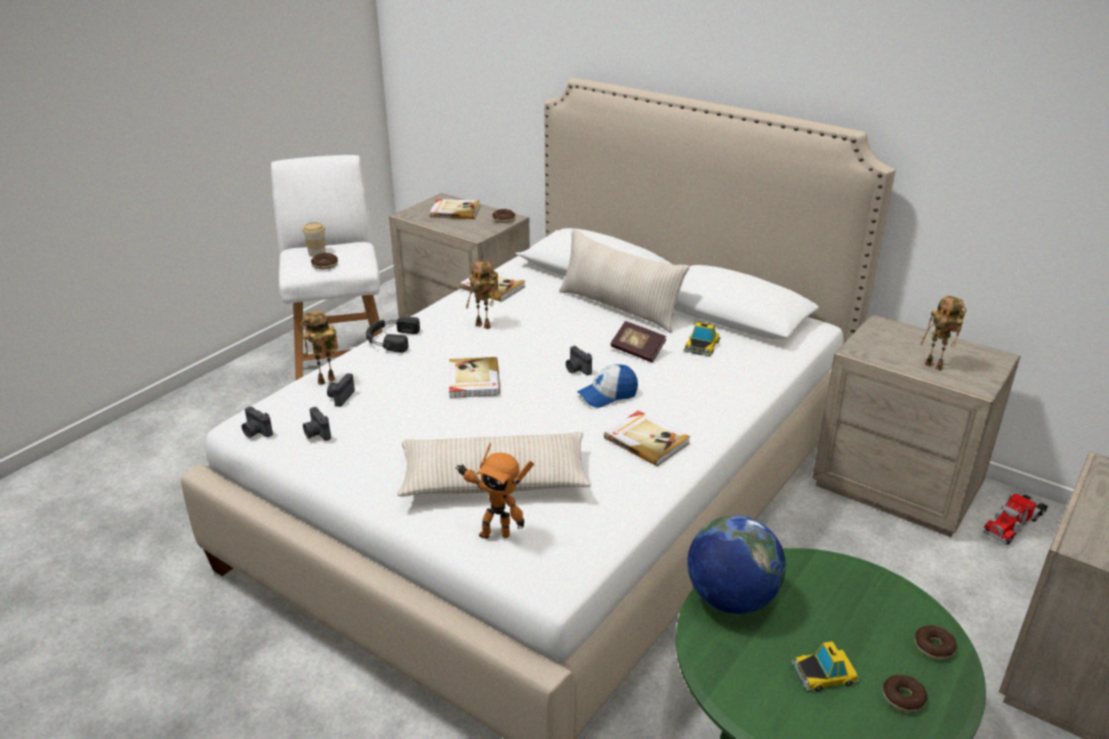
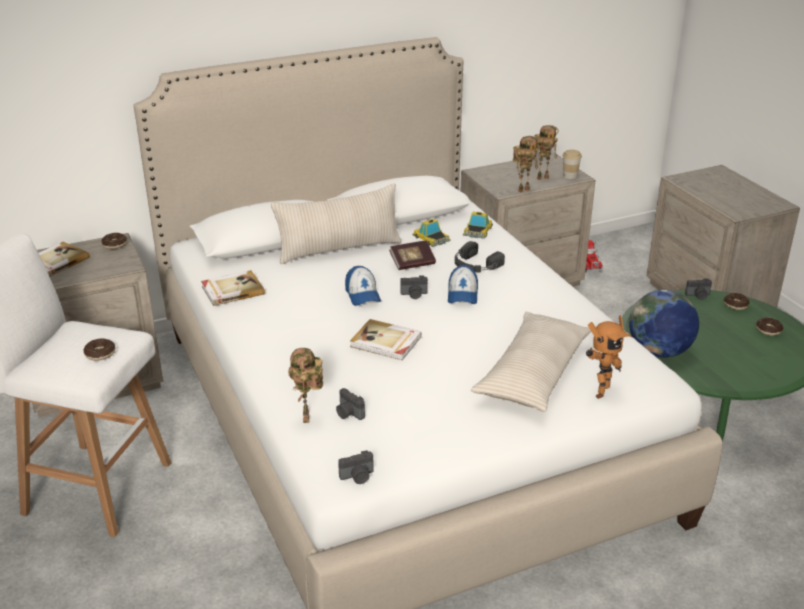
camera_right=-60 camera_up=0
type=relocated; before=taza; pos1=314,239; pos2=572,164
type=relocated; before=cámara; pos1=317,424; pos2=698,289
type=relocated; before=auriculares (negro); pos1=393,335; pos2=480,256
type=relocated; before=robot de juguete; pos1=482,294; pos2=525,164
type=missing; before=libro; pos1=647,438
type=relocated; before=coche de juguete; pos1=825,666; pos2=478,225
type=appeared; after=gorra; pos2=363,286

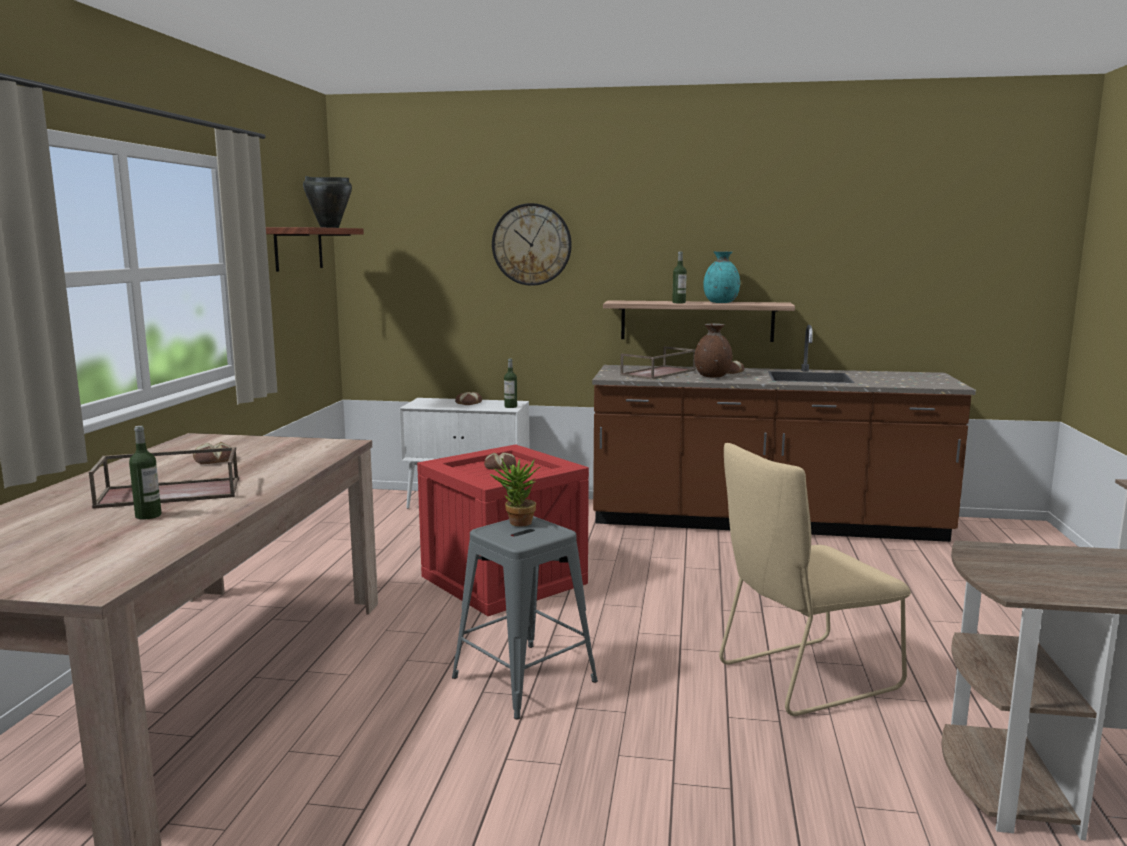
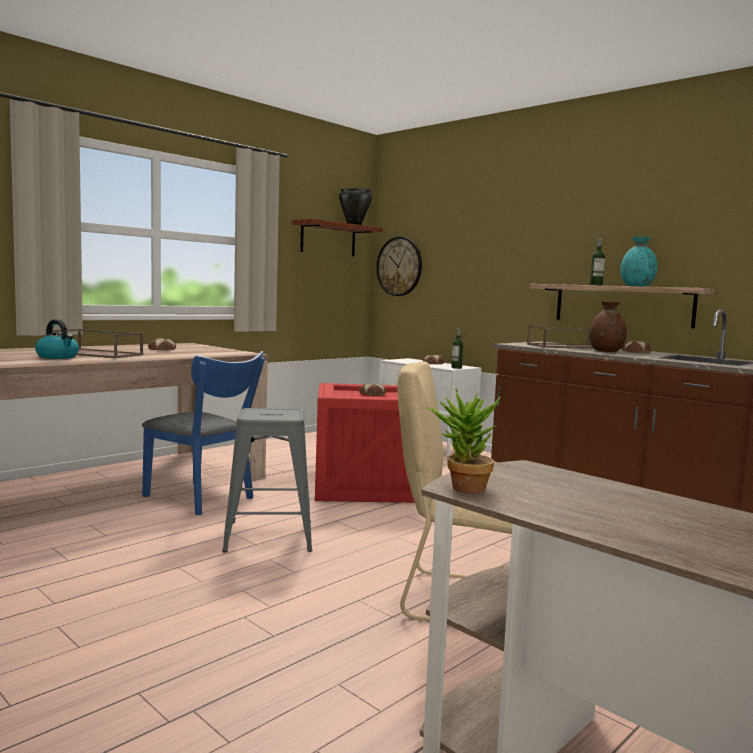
camera_right=35 camera_up=-5
type=exchanged; before=botella; after=hervidor; pos1=145,473; pos2=57,339
type=relocated; before=planta en maceta; pos1=515,492; pos2=464,441
type=relocated; before=reloj de pared; pos1=532,244; pos2=399,266
type=appeared; after=silla (azul); pos2=203,433

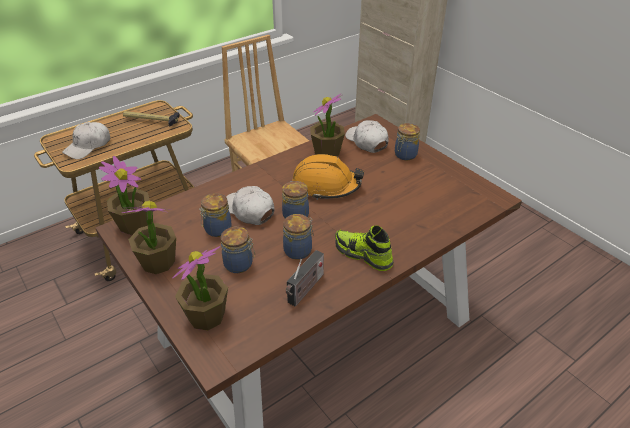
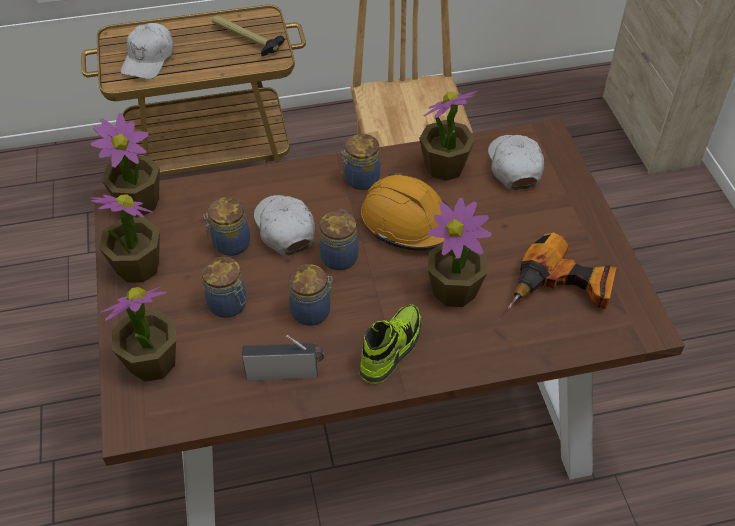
camera_right=25 camera_up=10
type=spun; before=gorra (blanco); pos1=86,140; pos2=147,51; turn=-45
type=spun; before=radio; pos1=305,278; pos2=283,357; turn=-150
type=spun; before=zapato; pos1=364,248; pos2=391,344; turn=60
type=relocated; before=tarro; pos1=407,141; pos2=360,162
type=appeared; after=planta en maceta; pos2=459,252
type=appeared; after=taladro; pos2=562,270

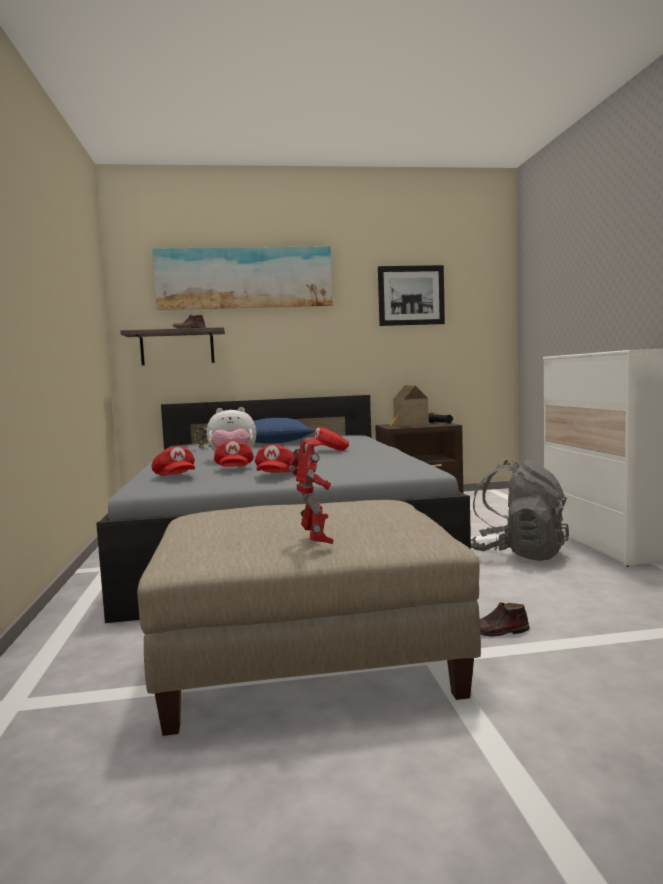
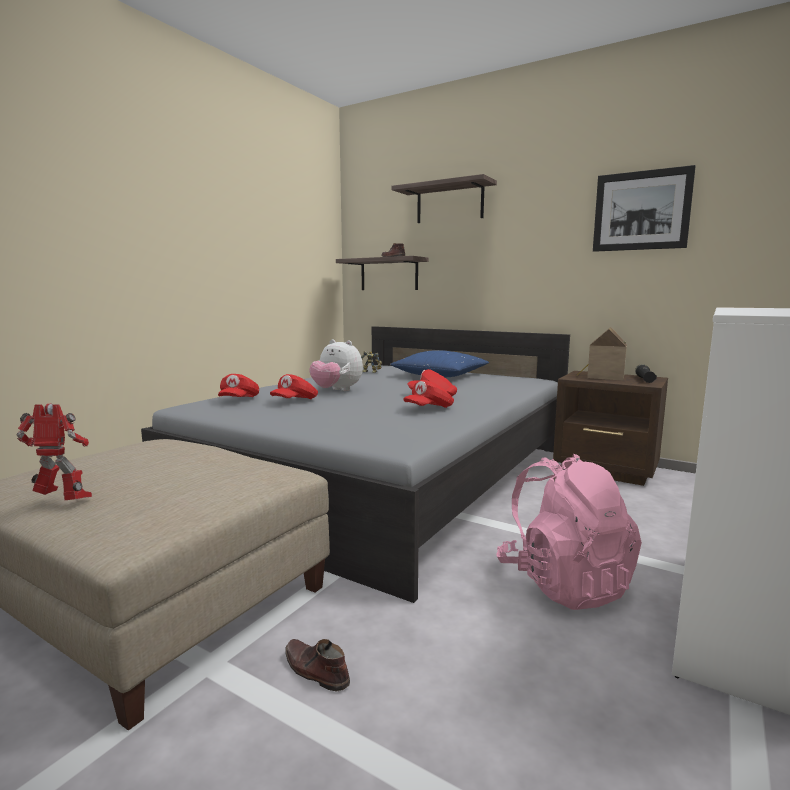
camera_right=40 camera_up=5
type=exchanged; before=cuadro; after=estante; pos1=242,278; pos2=444,198
type=relocated; before=gorra (rojo); pos1=276,459; pos2=428,394
type=spun; before=robot de juguete; pos1=311,493; pos2=54,452; turn=-105
type=colour; before=mochila (gris); after=mochila (rosa); pos1=520,510; pos2=569,532

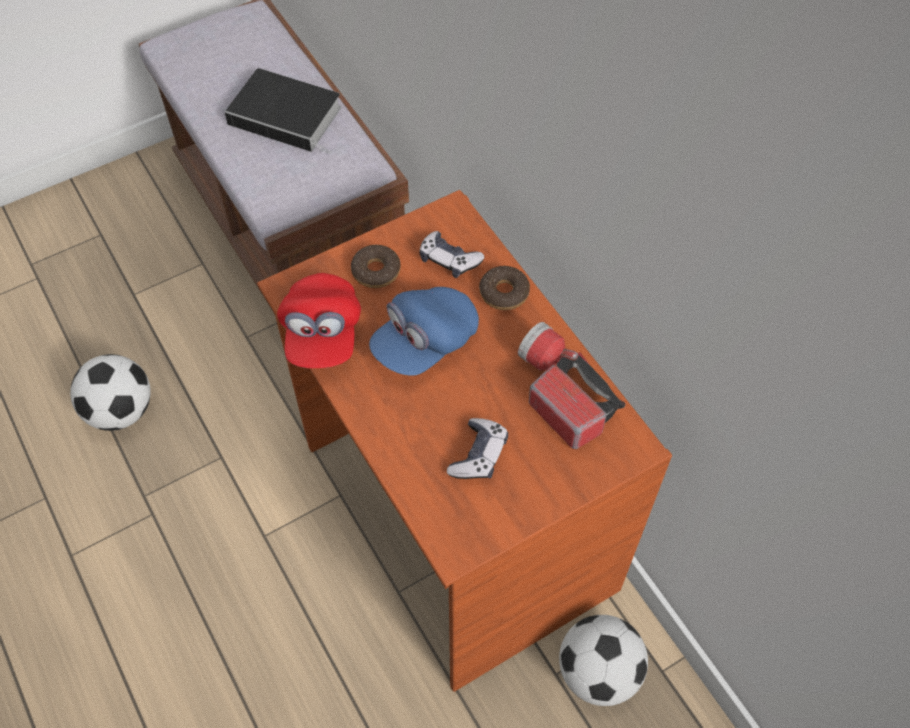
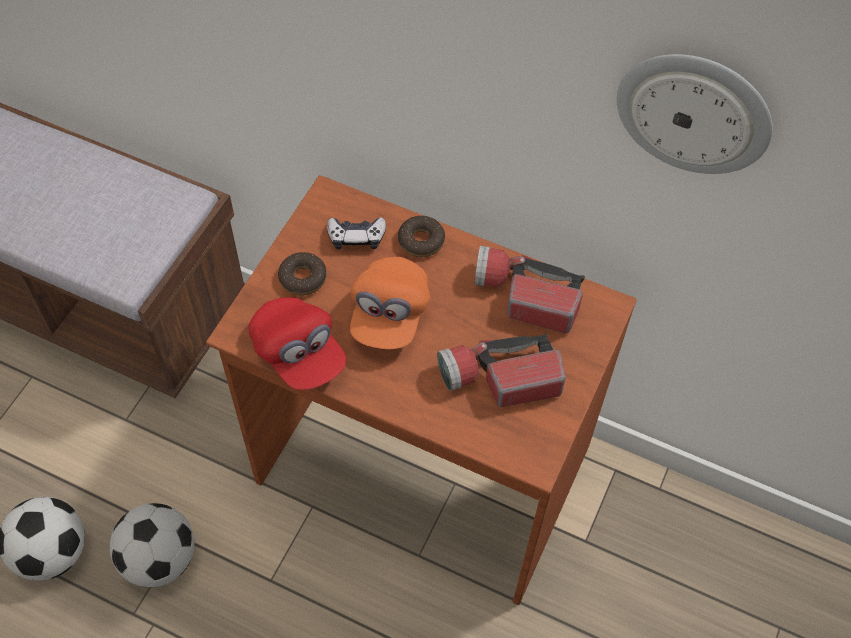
camera_right=-35 camera_up=0
type=missing; before=libro; pos1=283,111
type=colour; before=gorra (azul); after=gorra (naranja); pos1=424,331; pos2=390,303
type=exchanged; before=mando de consola; after=linterna; pos1=477,448; pos2=501,370
type=relocated; before=balón de fútbol; pos1=603,660; pos2=152,545
type=appeared; after=reloj de pared; pos2=695,114

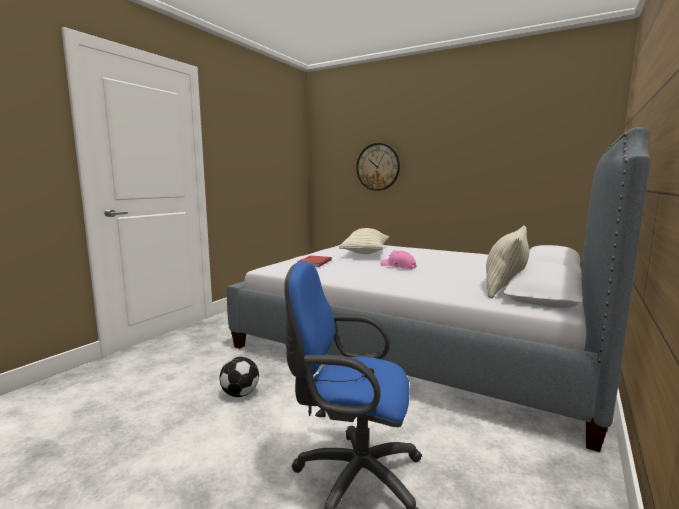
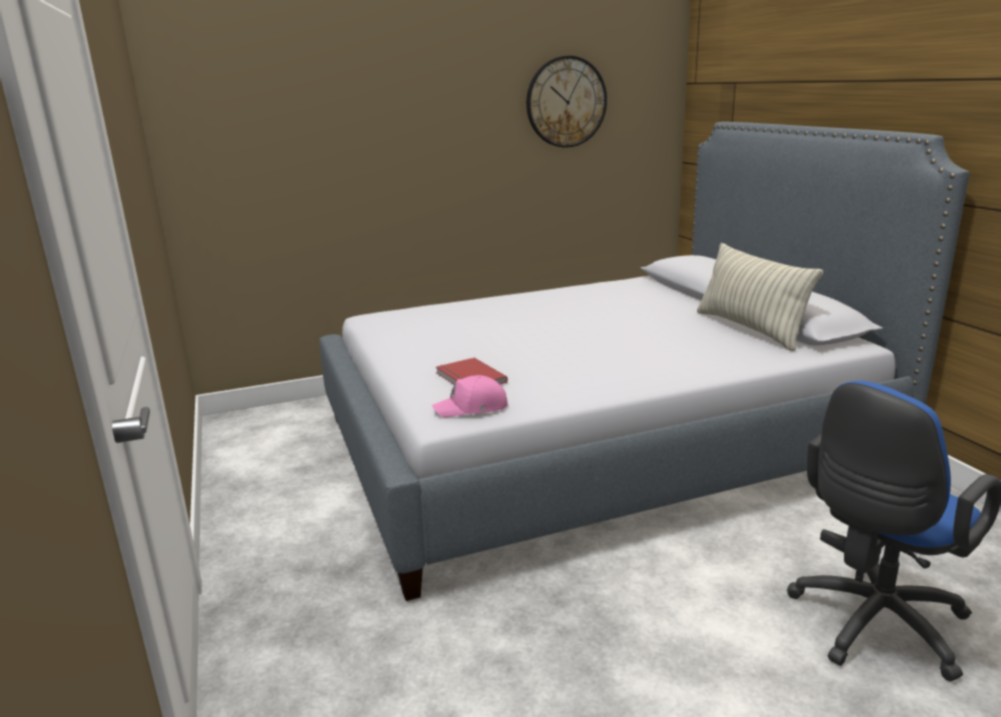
camera_right=-50 camera_up=10
type=missing; before=balón de fútbol; pos1=239,377
type=missing; before=cojín; pos1=364,241
type=relocated; before=reloj de pared; pos1=378,167; pos2=566,102
type=relocated; before=gorra (rosa); pos1=398,260; pos2=470,396

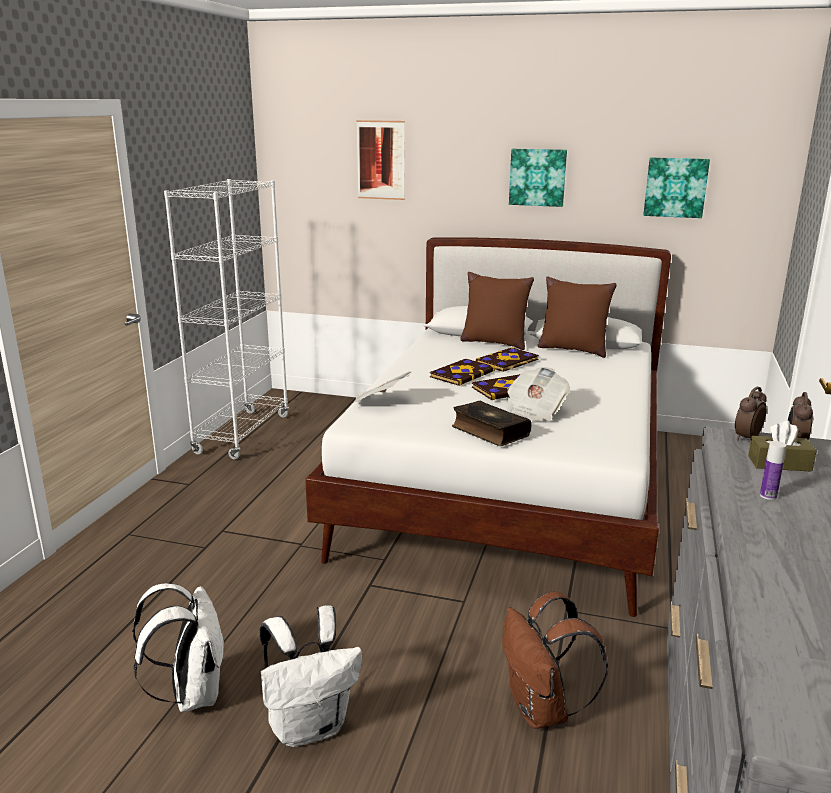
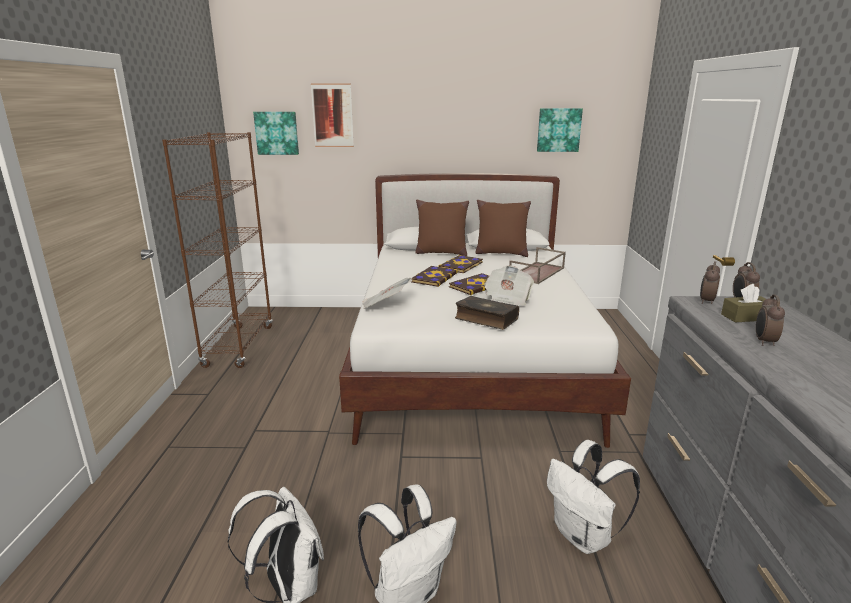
camera_right=-15 camera_up=0
type=colour; before=estantería (blanco); after=estantería (marrón); pos1=226,319; pos2=217,250
type=colour; before=mochila (marrón); after=mochila (blanco); pos1=555,660; pos2=593,497
type=relocated; before=cuadro; pos1=538,178; pos2=276,133
type=exchanged; before=botella; after=despertador; pos1=773,470; pos2=770,320
type=appeared; after=bandeja (marrón); pos2=537,265

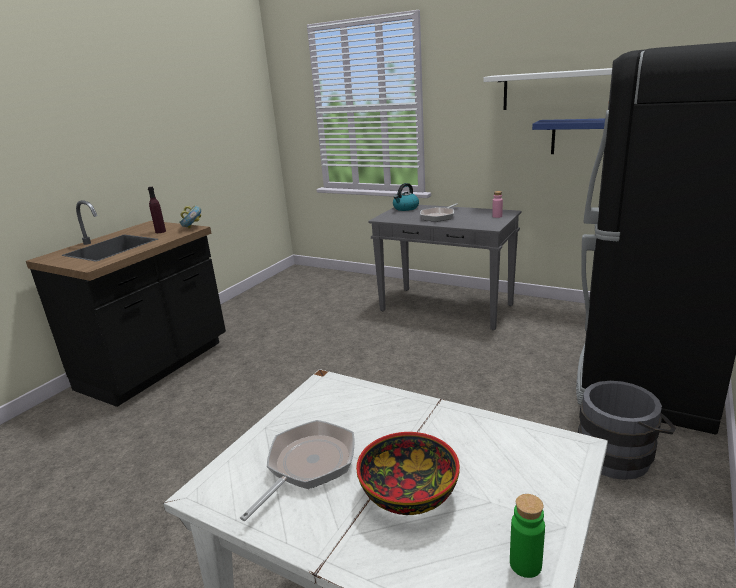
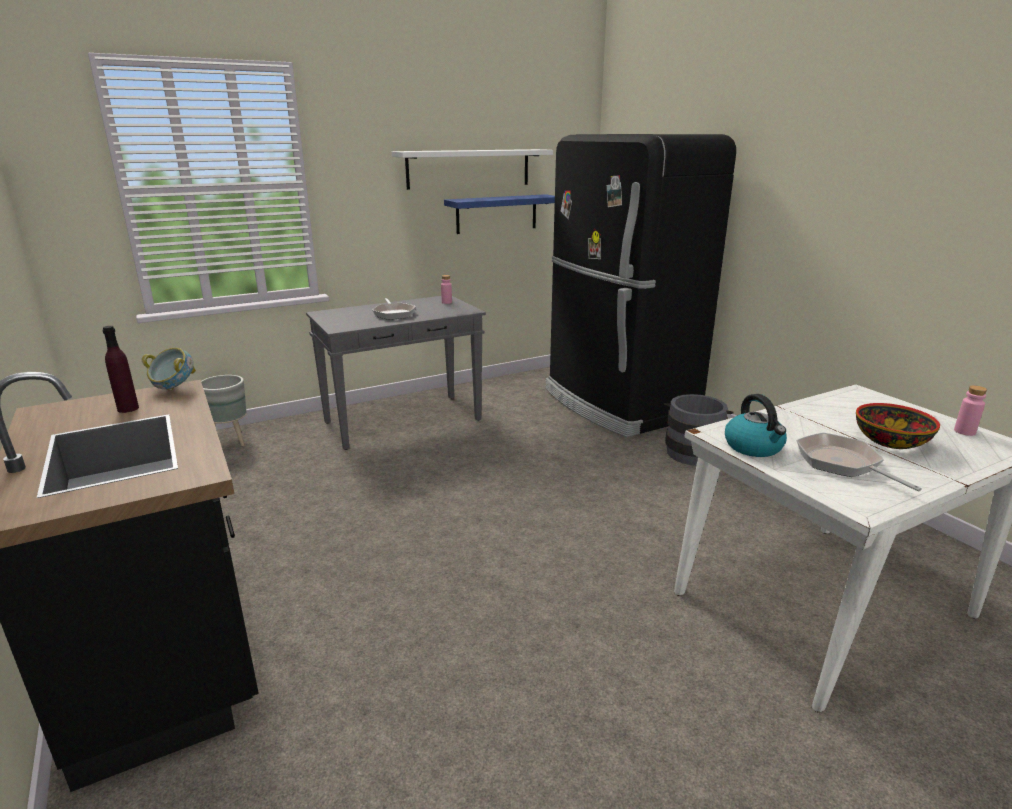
camera_right=-60 camera_up=0
type=relocated; before=hervidor; pos1=406,197; pos2=756,425
type=colour; before=botella (verde); after=botella (rosa); pos1=527,536; pos2=970,410
type=appeared; after=maceta (gris); pos2=224,410

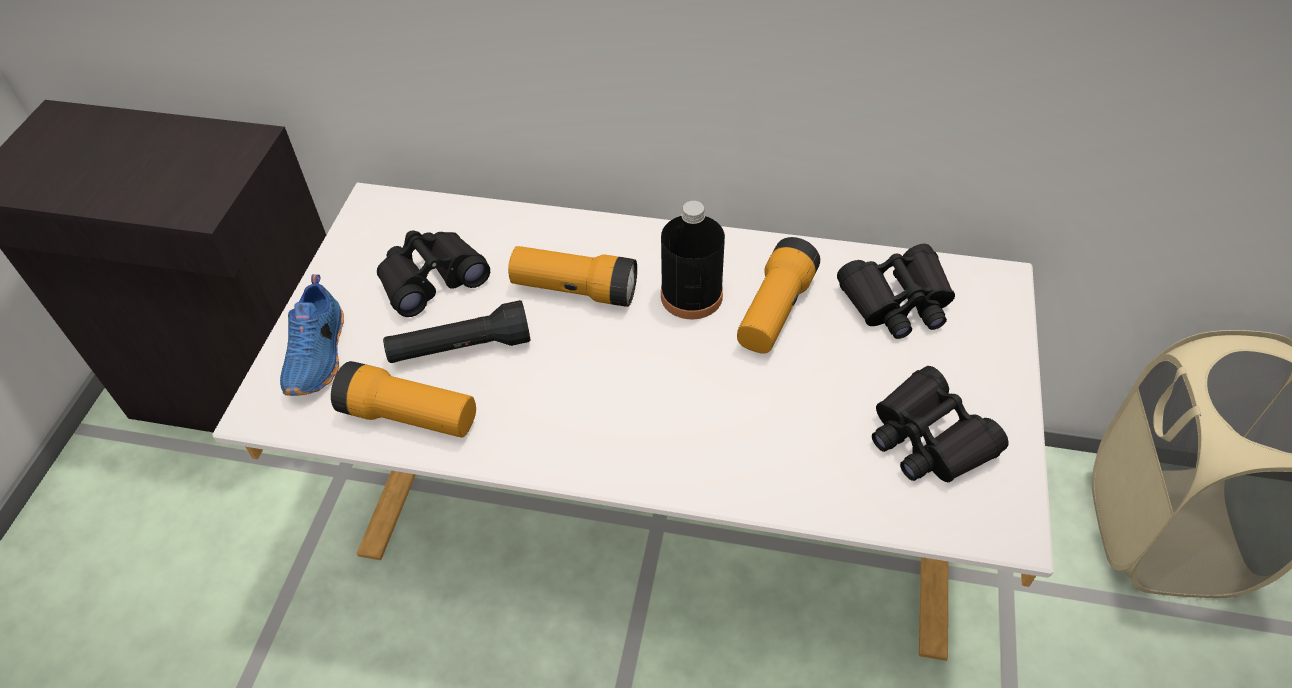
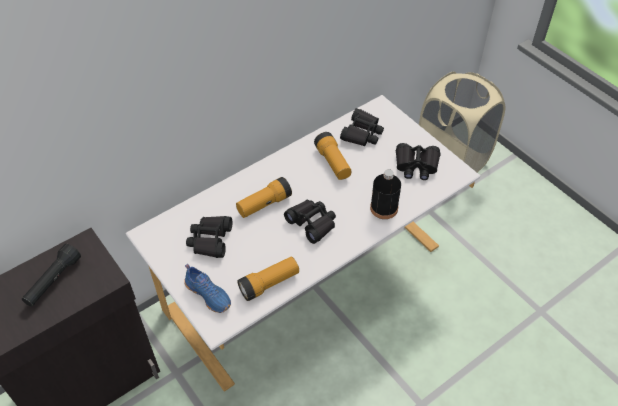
camera_right=-50 camera_up=0
type=relocated; before=linterna (negro); pos1=457,331; pos2=51,275
type=relocated; before=botella (negro); pos1=693,260; pos2=385,194
type=appeared; after=prismáticos (negro); pos2=310,222

